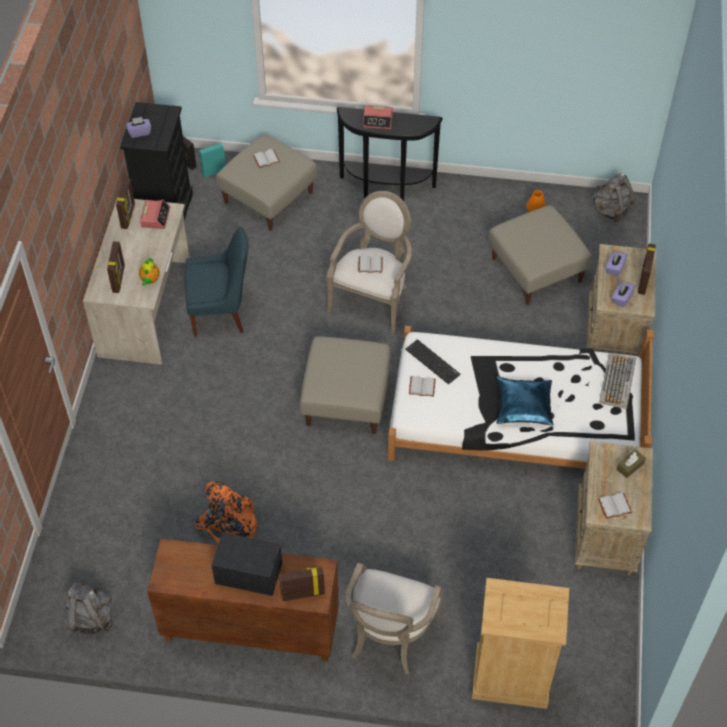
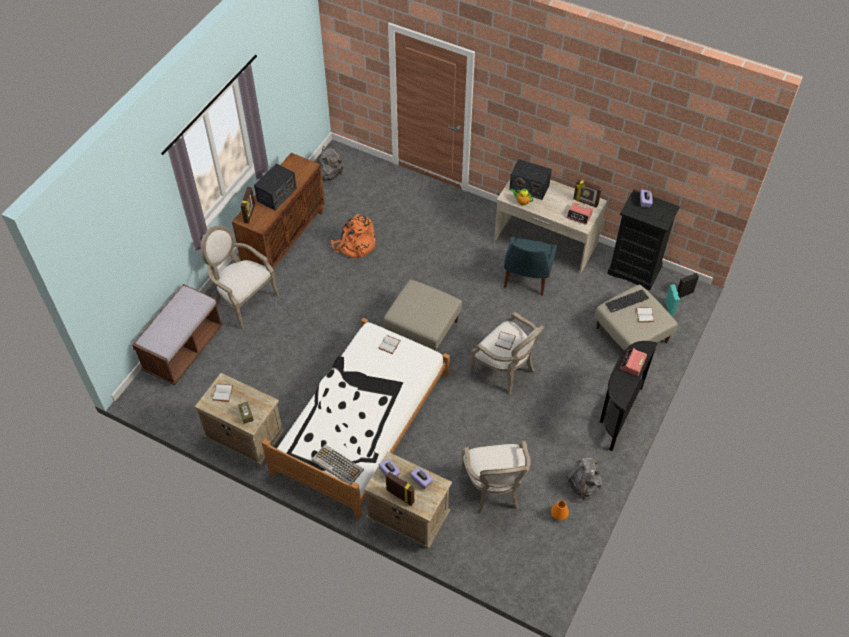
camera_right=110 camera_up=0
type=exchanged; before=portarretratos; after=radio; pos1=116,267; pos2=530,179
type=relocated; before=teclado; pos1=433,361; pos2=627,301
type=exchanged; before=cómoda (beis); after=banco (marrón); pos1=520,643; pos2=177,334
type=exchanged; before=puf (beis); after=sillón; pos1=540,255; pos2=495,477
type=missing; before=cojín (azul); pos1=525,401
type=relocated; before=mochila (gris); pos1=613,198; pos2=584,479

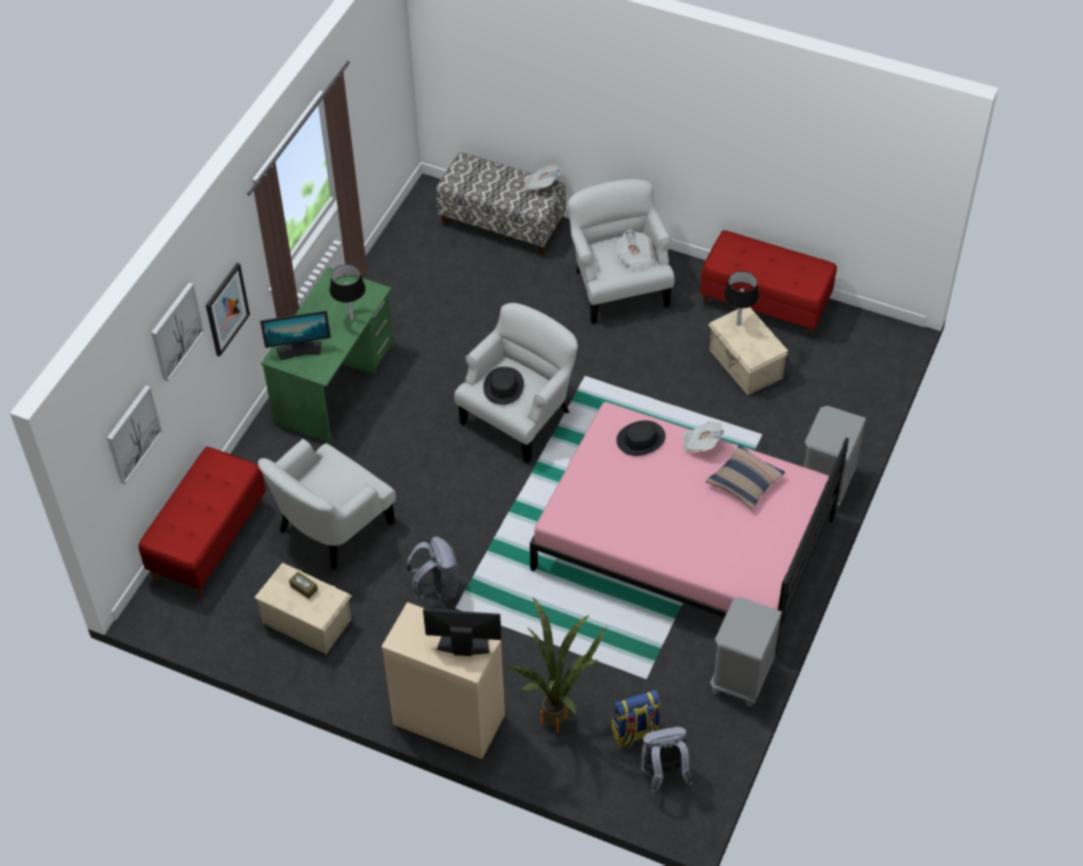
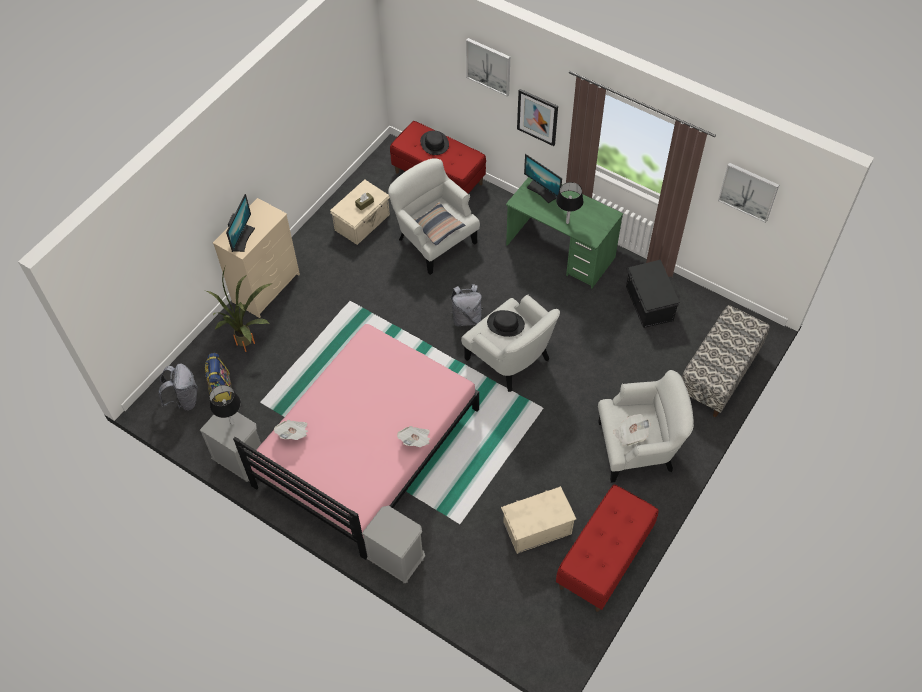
camera_right=100 camera_up=5
type=relocated; before=cuadro; pos1=135,434; pos2=748,193
type=spun; before=monitor; pos1=295,335; pos2=543,178; turn=-45
type=relocated; before=mochila (gris); pos1=432,569; pos2=466,305
type=relocated; before=periódico; pos1=543,177; pos2=291,430
type=relocated; before=sombrero (negro); pos1=641,438; pos2=434,142
type=relocated; before=cojín; pos1=745,477; pos2=440,223
type=relocated; before=lámpara de mesa (negro); pos1=741,298; pos2=225,405
type=appeared; after=caja de almacenaje (negro); pos2=653,294

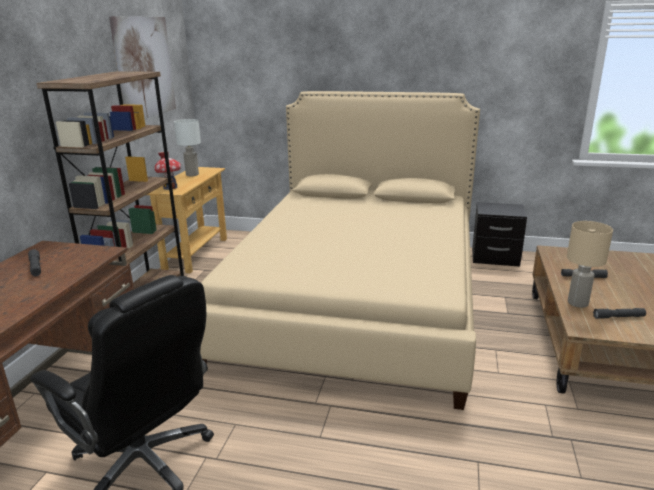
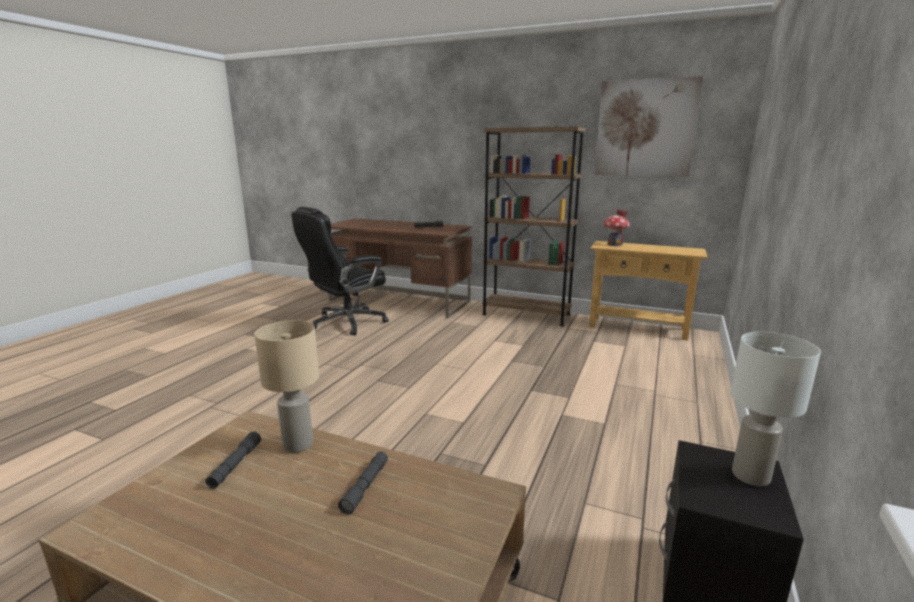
camera_right=100 camera_up=-5
type=relocated; before=lámpara de mesa (blanco); pos1=187,147; pos2=776,409
type=missing; before=cama (beis); pos1=340,250

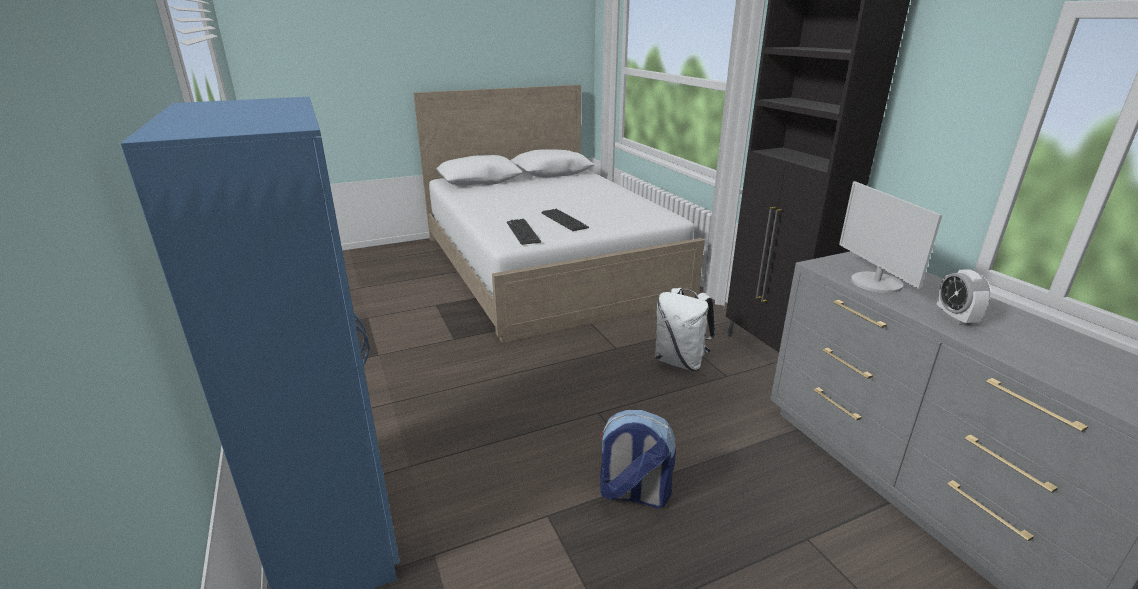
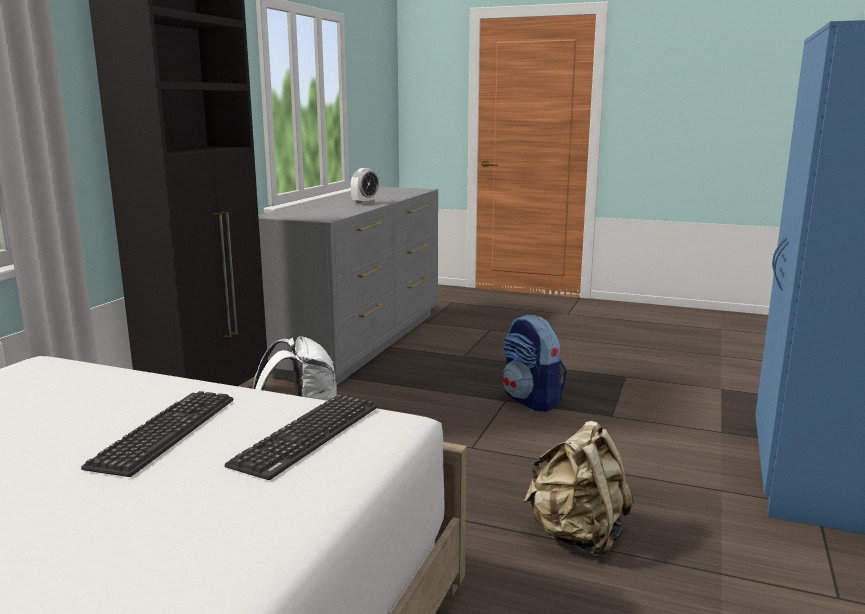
camera_right=-135 camera_up=-10
type=missing; before=monitor; pos1=890,237
type=appeared; after=mochila (beis); pos2=578,489

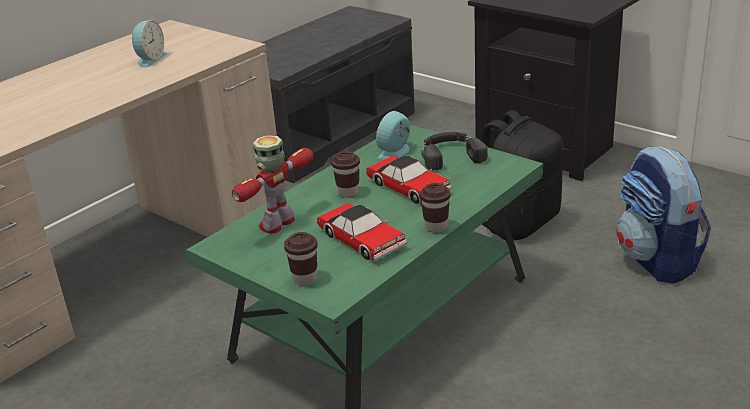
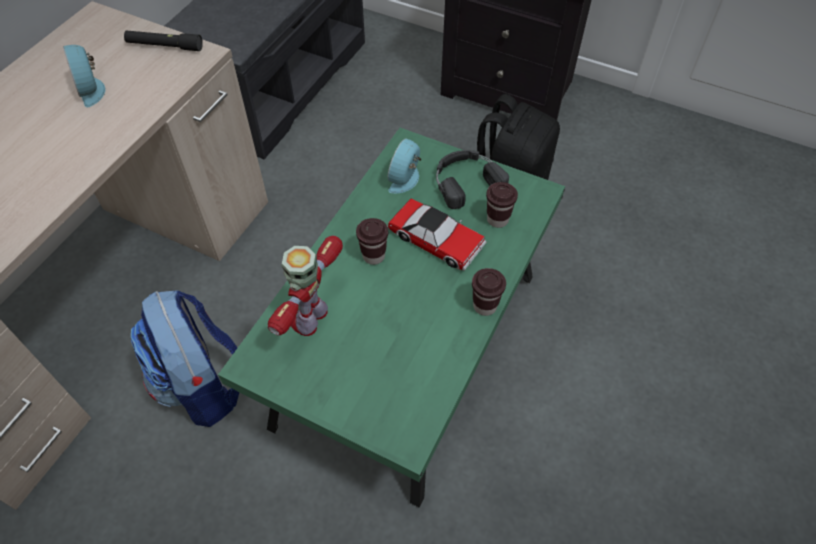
camera_right=-15 camera_up=25
type=spun; before=despertador; pos1=149,43; pos2=84,76; turn=150
type=relocated; before=taza (marrón); pos1=301,259; pos2=502,205
type=missing; before=coche de juguete; pos1=362,232
type=relocated; before=mochila; pos1=663,215; pos2=185,358
type=appeared; after=linterna (negro); pos2=163,41

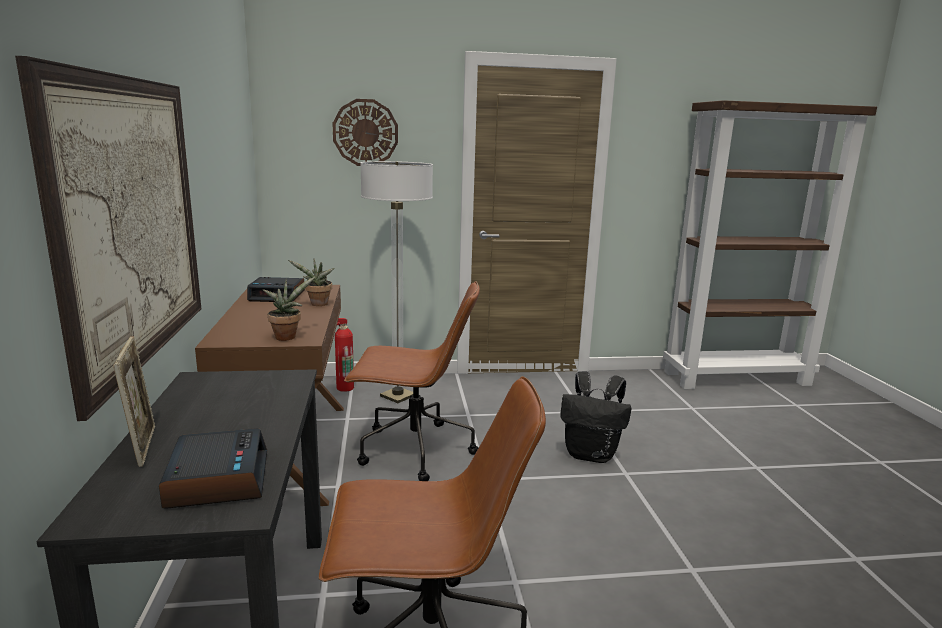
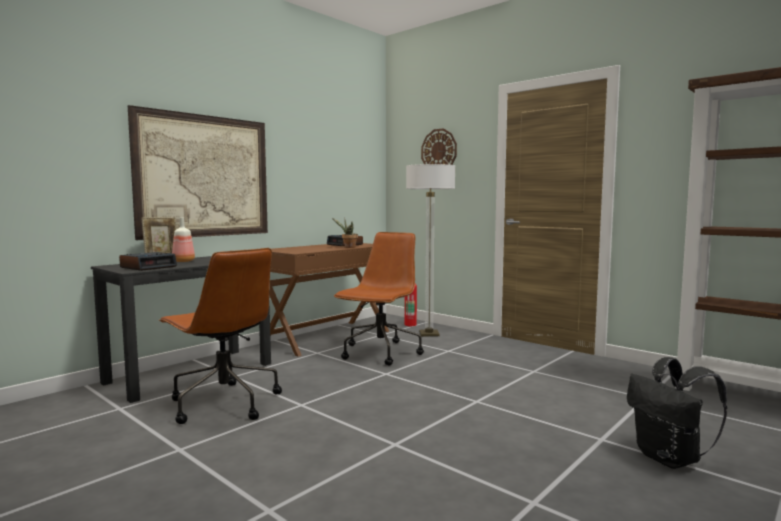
camera_right=50 camera_up=-10
type=missing; before=planta en maceta; pos1=288,309
type=spun; before=silla de oficina (marrón); pos1=412,381; pos2=379,299; turn=-120
type=relocated; before=mochila (negro); pos1=595,417; pos2=677,413
type=appeared; after=botella; pos2=183,239

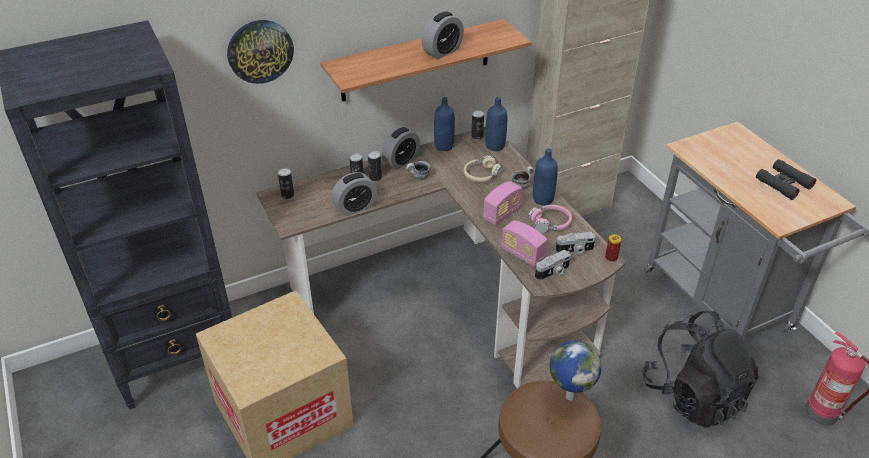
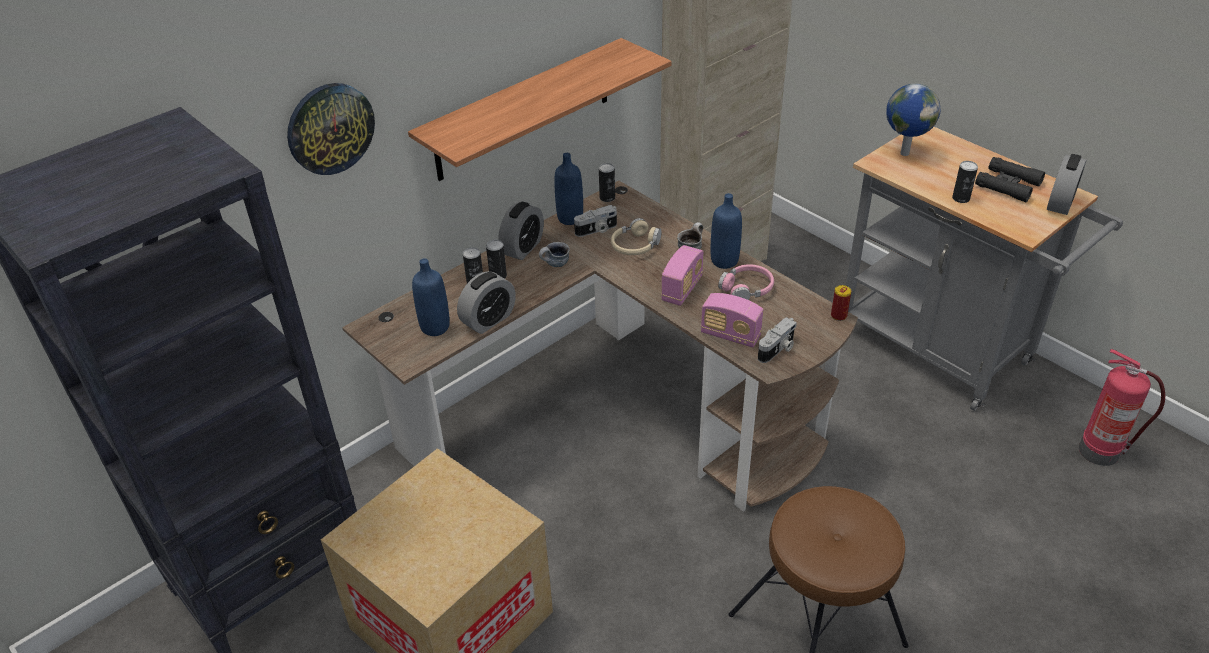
camera_right=-15 camera_up=0
type=relocated; before=lata; pos1=286,183; pos2=965,182
type=relocated; before=despertador; pos1=443,35; pos2=1066,184
type=relocated; before=botella (azul); pos1=496,124; pos2=431,297
type=relocated; before=globo terráqueo; pos1=575,371; pos2=913,119
type=relocated; before=cámara; pos1=576,243; pos2=595,221
type=missing; before=mochila (negro); pos1=700,369

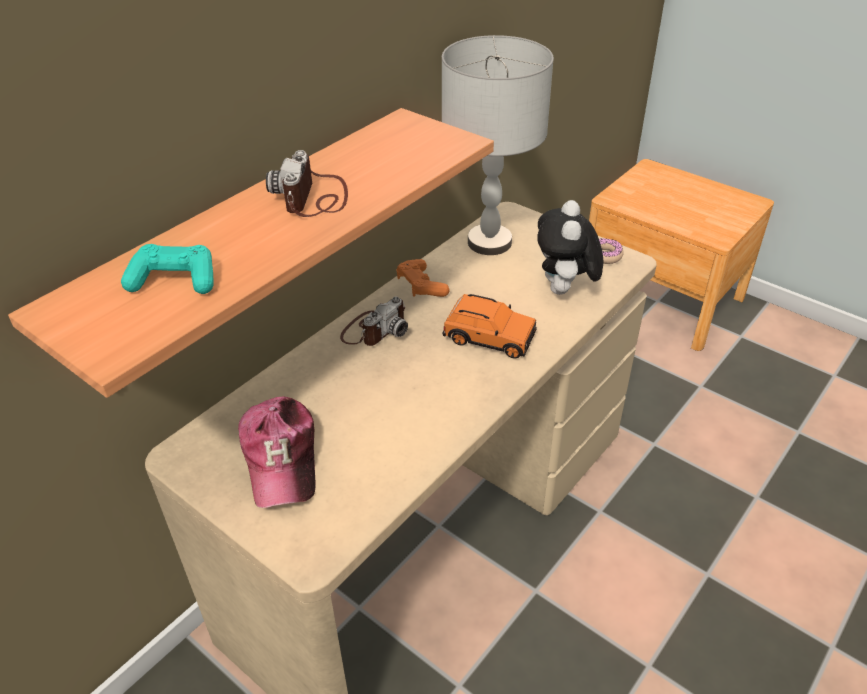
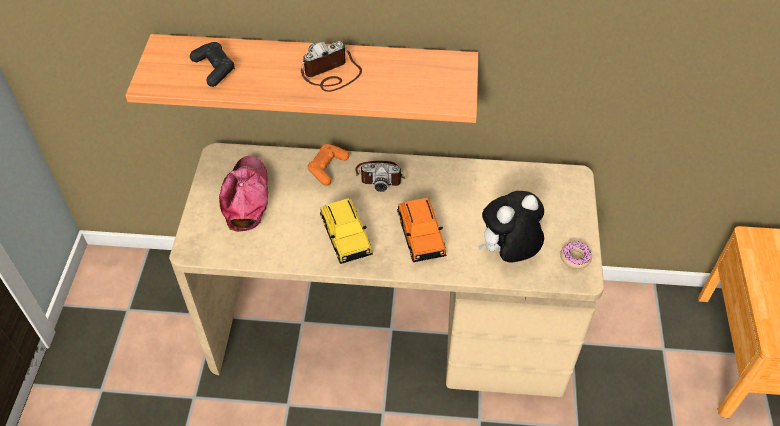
camera_right=55 camera_up=10
type=colour; before=mando de consola (turquesa); after=mando de consola (negro); pos1=167,269; pos2=212,64
type=spun; before=gorra; pos1=276,452; pos2=243,194; turn=135
type=relocated; before=mando de consola (naranja); pos1=423,278; pos2=328,164
type=missing; before=lámpara de mesa (gris); pos1=498,145
type=appeared; after=coche de juguete (amarillo); pos2=346,231

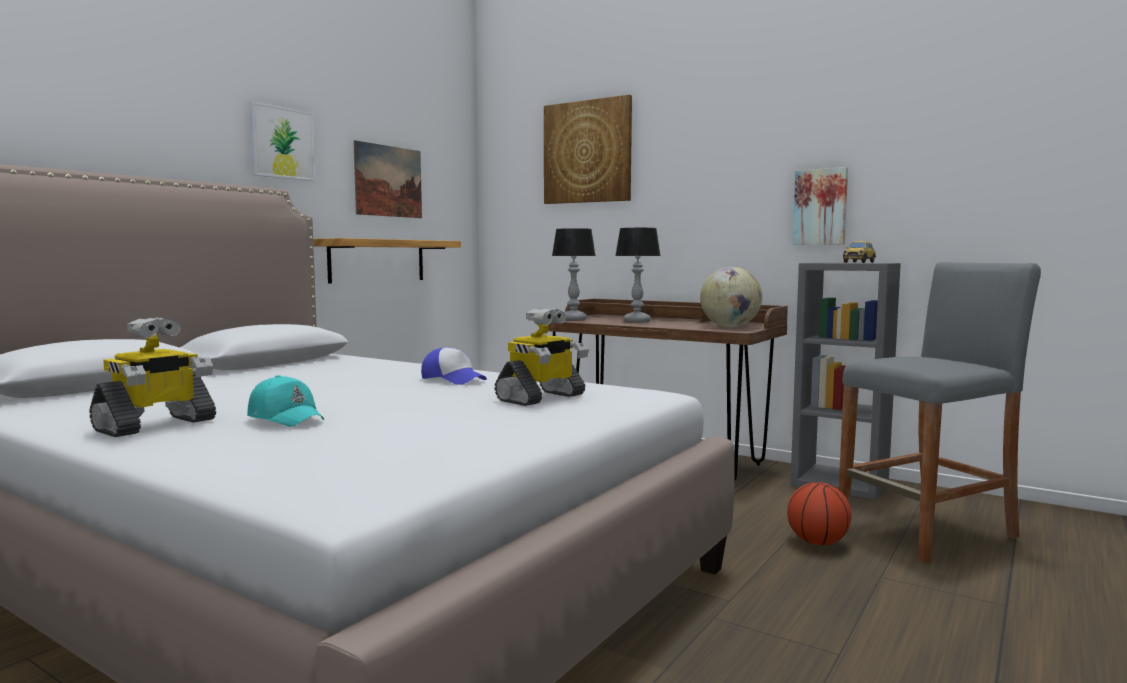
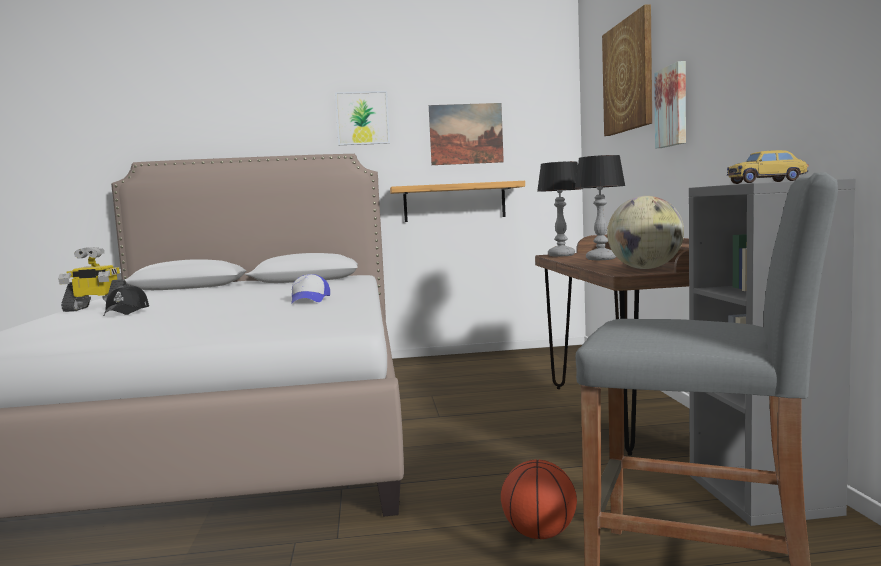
camera_right=50 camera_up=0
type=colour; before=gorra (turquesa); after=gorra (negro); pos1=285,401; pos2=126,299
type=missing; before=robot de juguete; pos1=542,357
type=relocated; before=cuadro; pos1=820,206; pos2=670,104

